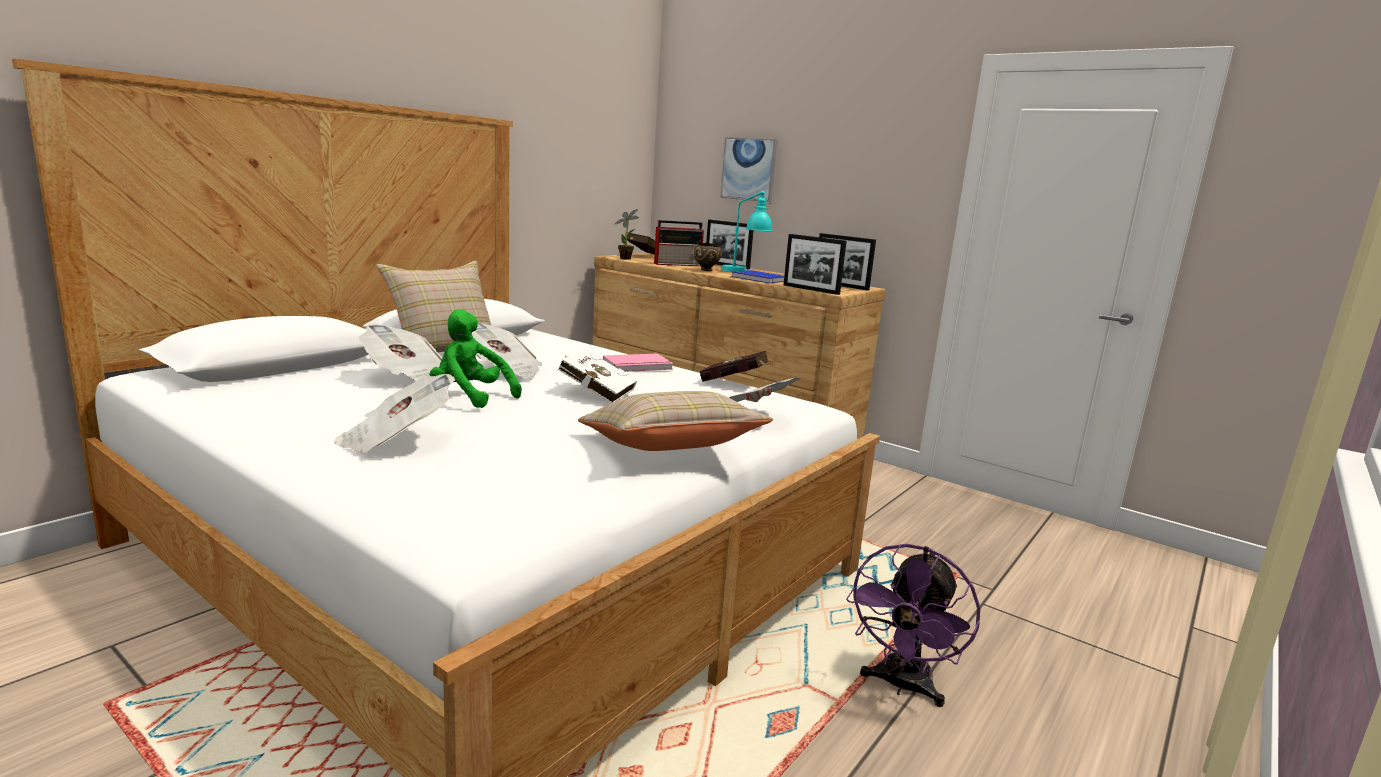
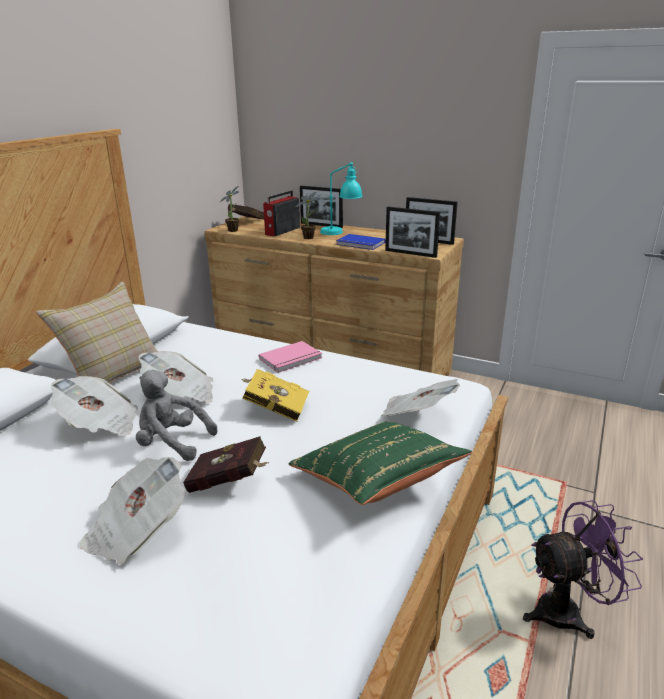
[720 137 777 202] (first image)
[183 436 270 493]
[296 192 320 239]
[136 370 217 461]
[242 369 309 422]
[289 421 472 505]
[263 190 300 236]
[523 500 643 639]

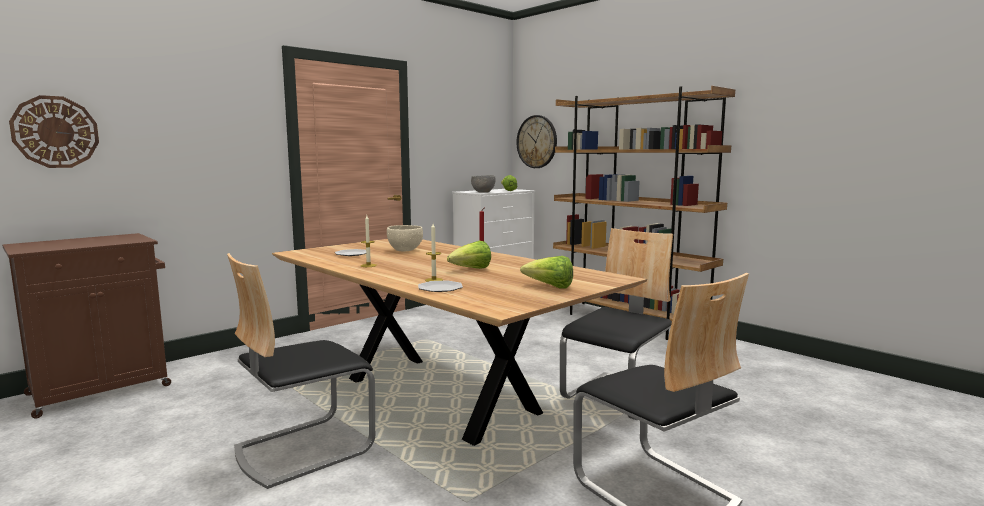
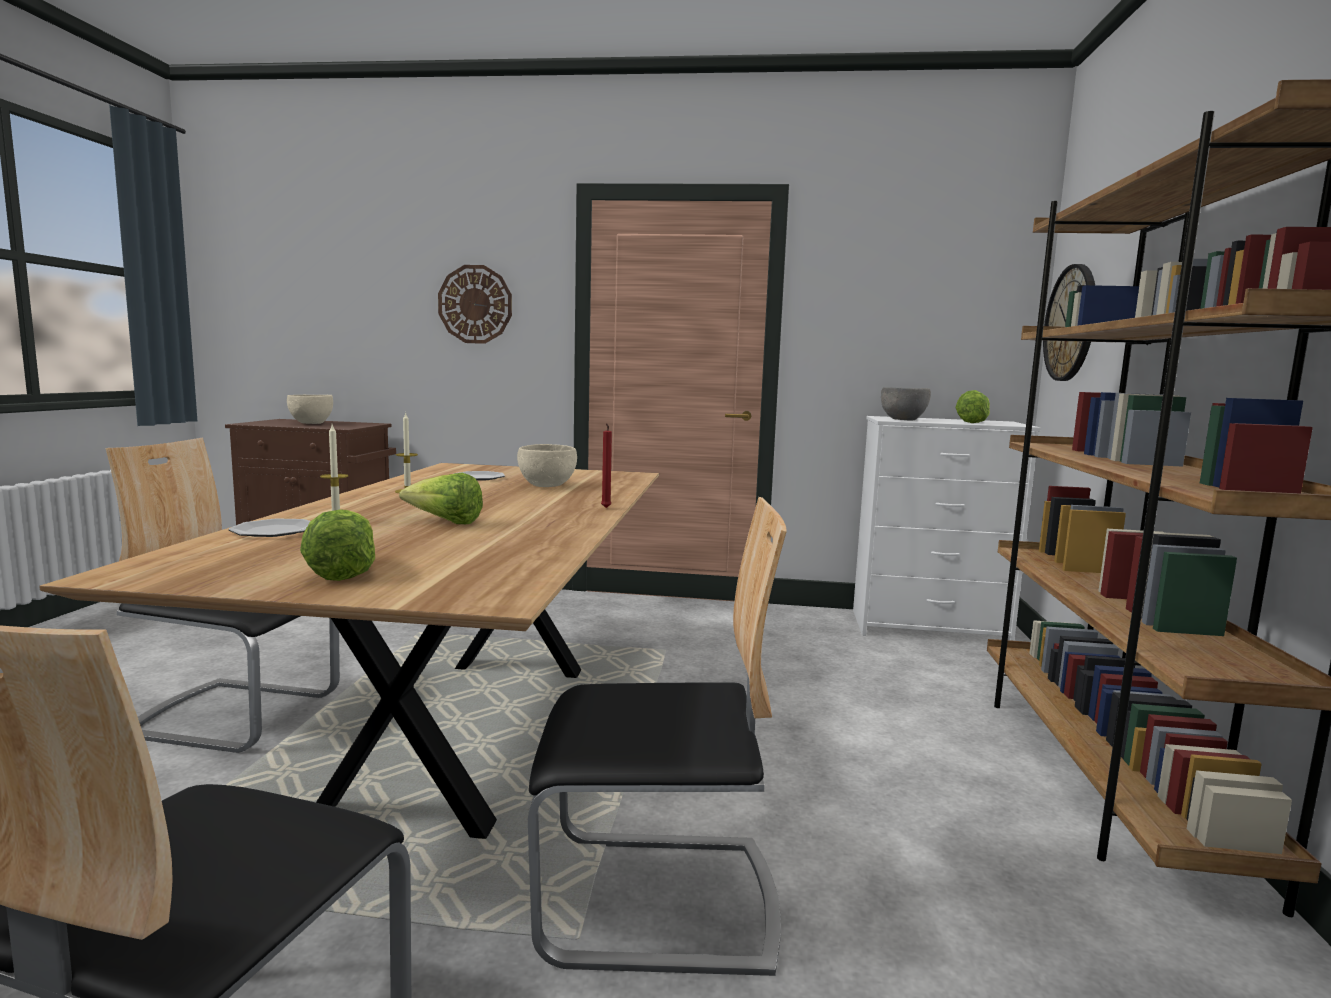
[287 395 333 424]
[438 265 512 344]

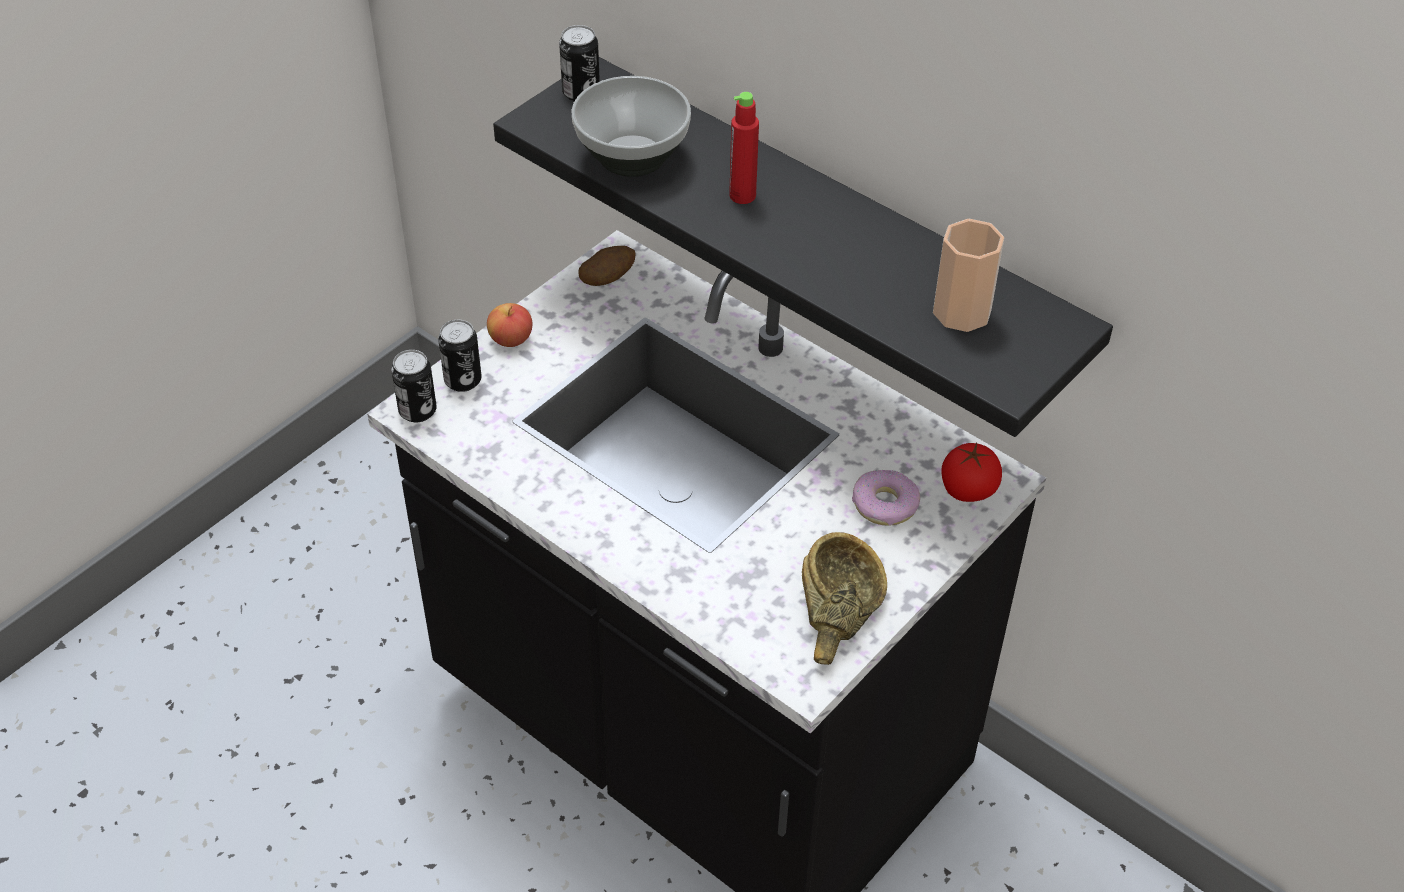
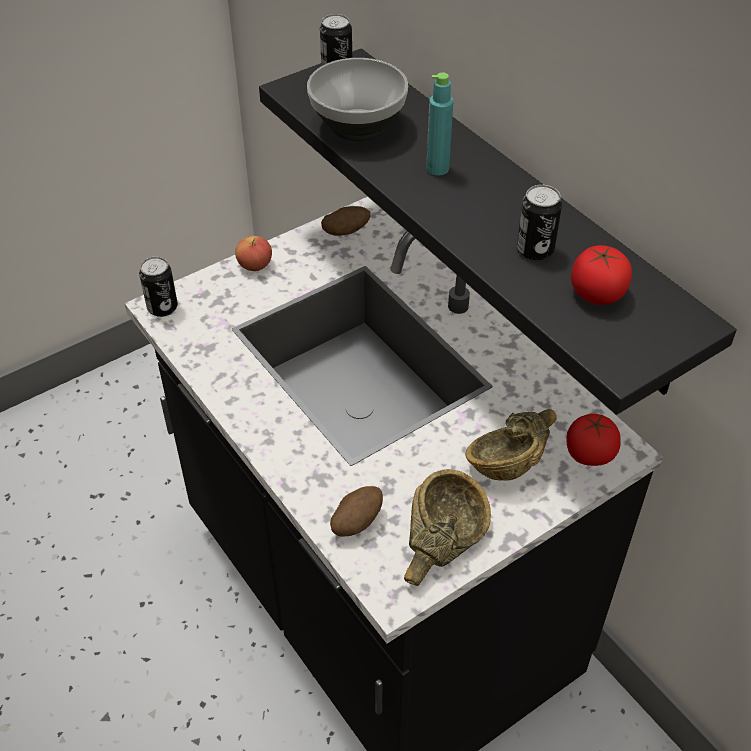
[330 486 383 537]
[517 185 562 260]
[465 409 557 481]
[571 245 632 305]
[426 73 454 176]

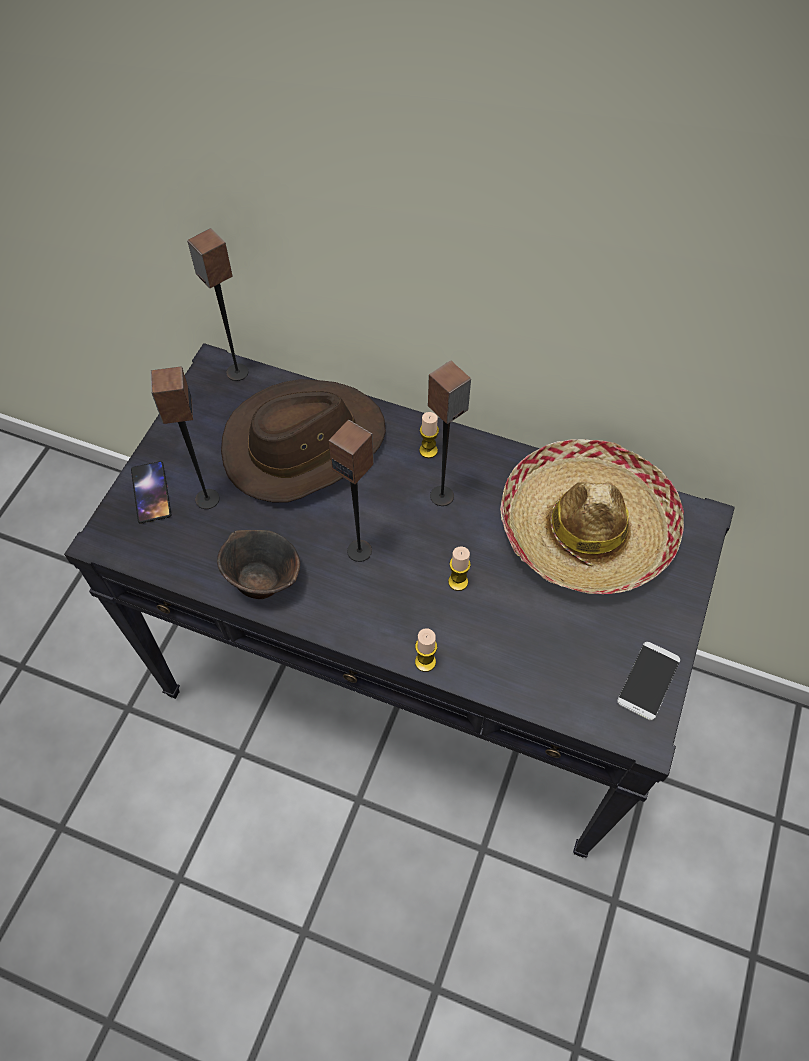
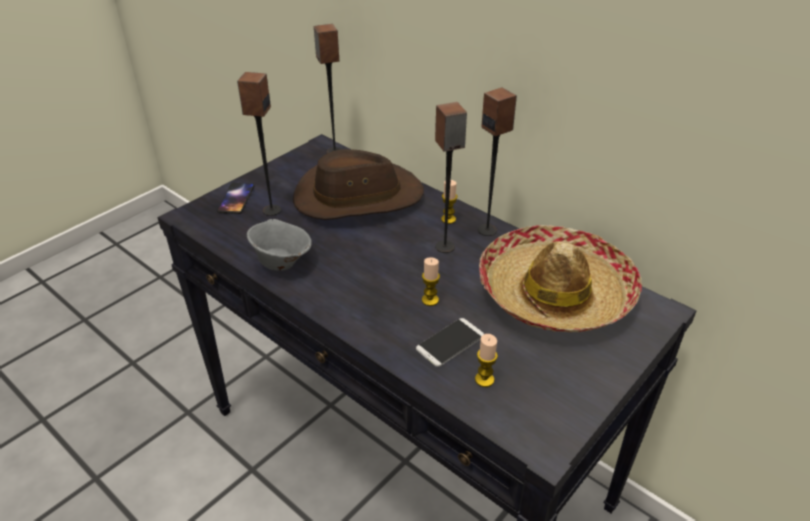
[478 87 517 236]
[475 334 498 387]
[416 318 484 367]
[247 219 312 271]

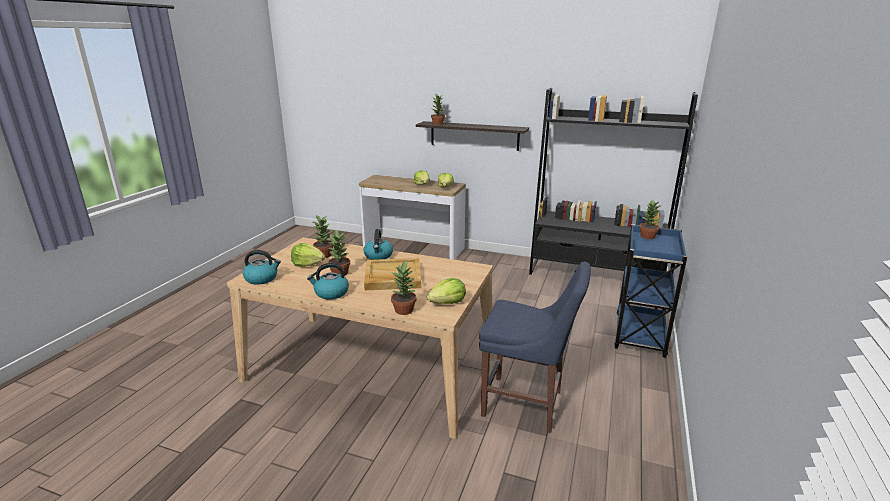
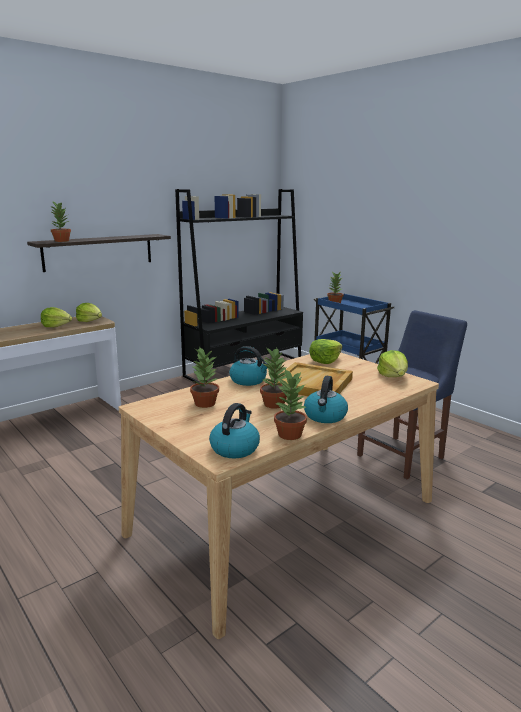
[309 339 342 364]
[274 369 307 440]

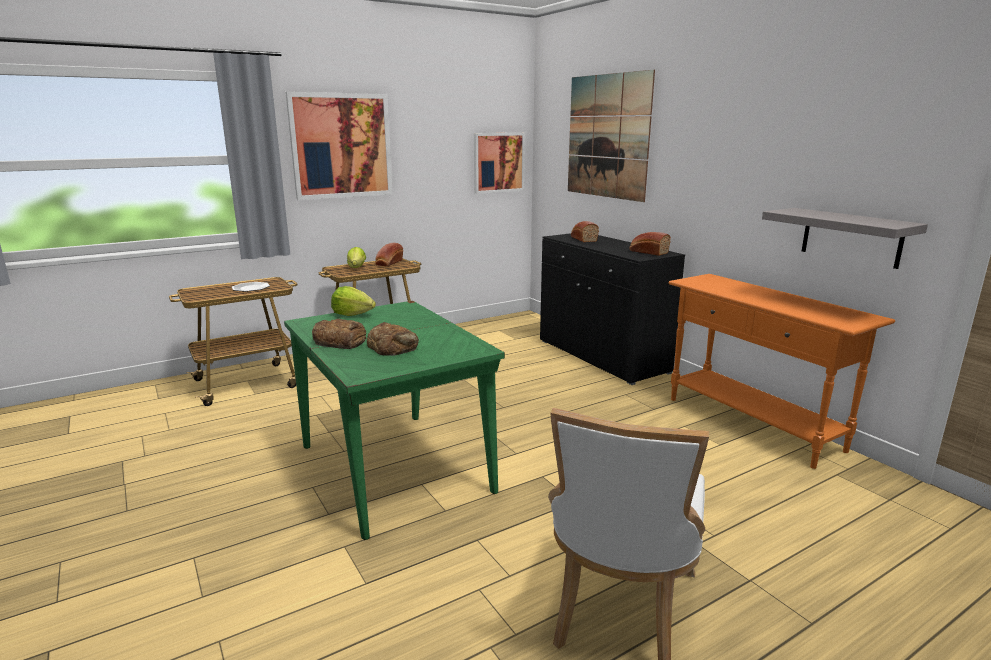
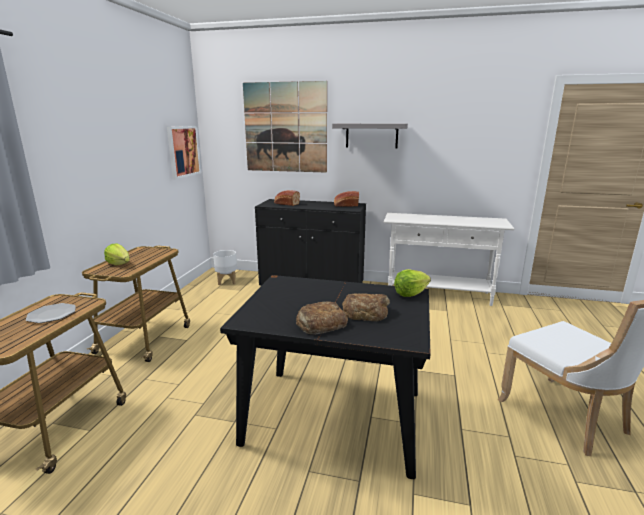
[286 92 393 200] (first image)
[375 243 403 266] (first image)
[213 250 237 285]
[394 269 431 297]
[332 123 408 148]
[220 275 431 479]
[384 213 514 306]

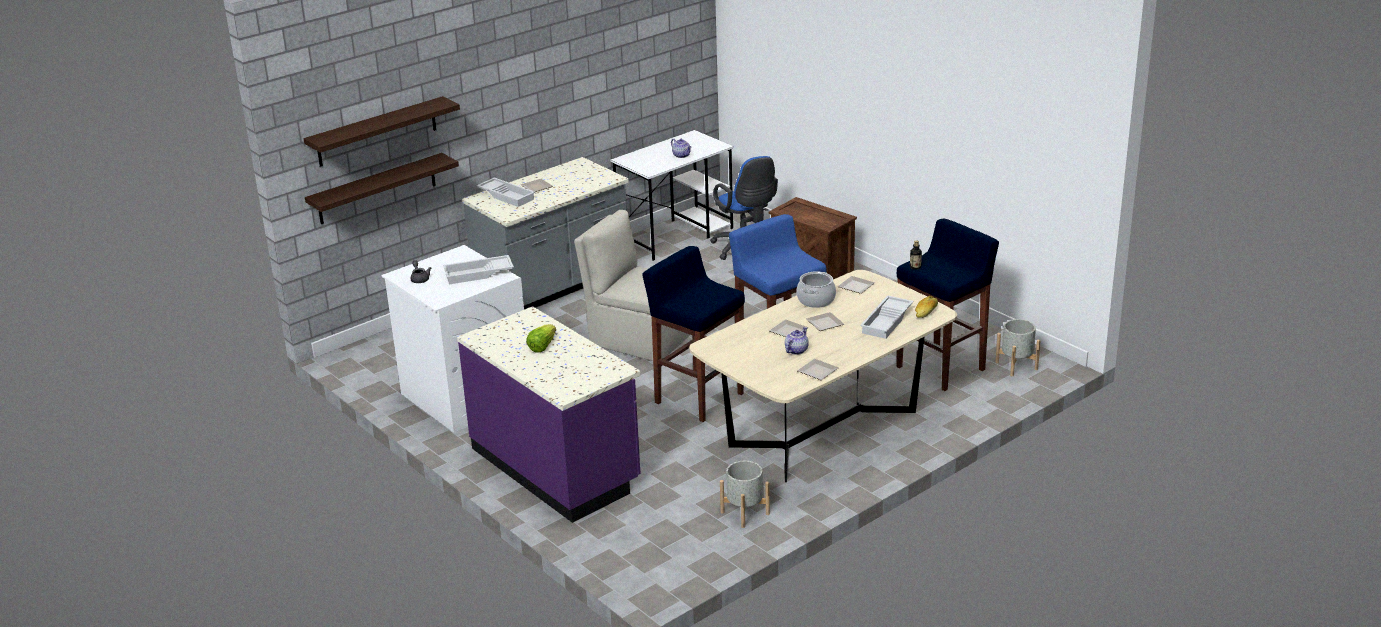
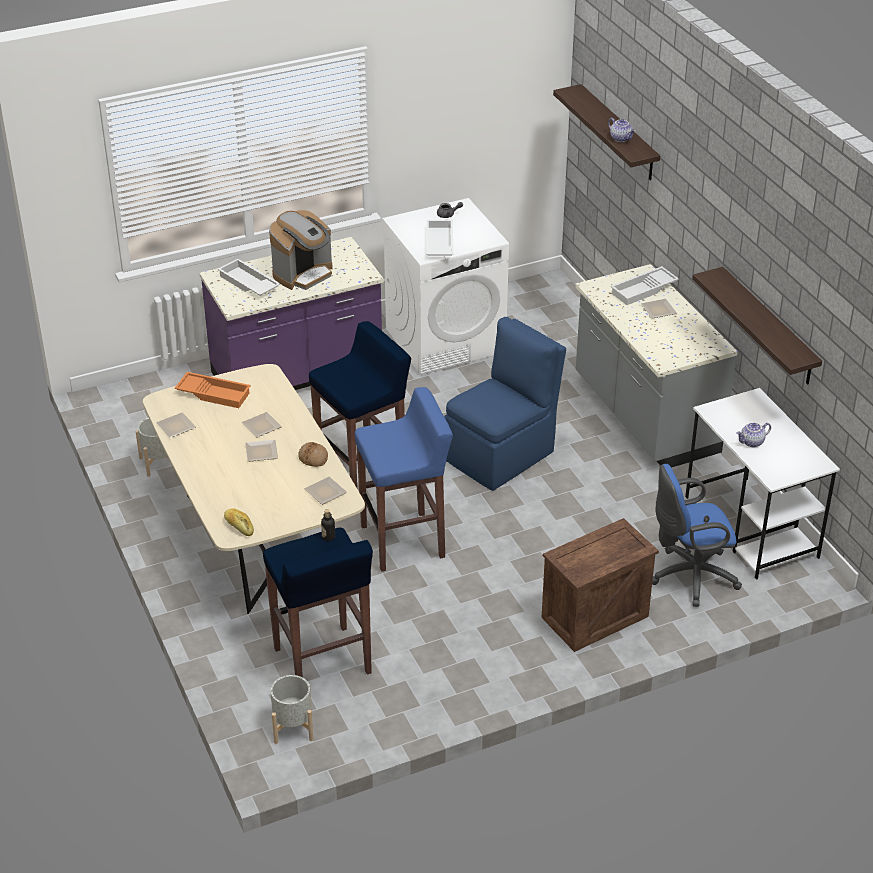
[175 372 251 408]
[692 267 822 384]
[608 118 636 142]
[217 259 280 296]
[269 210 332 290]
[298 442 328 467]
[444 317 566 491]

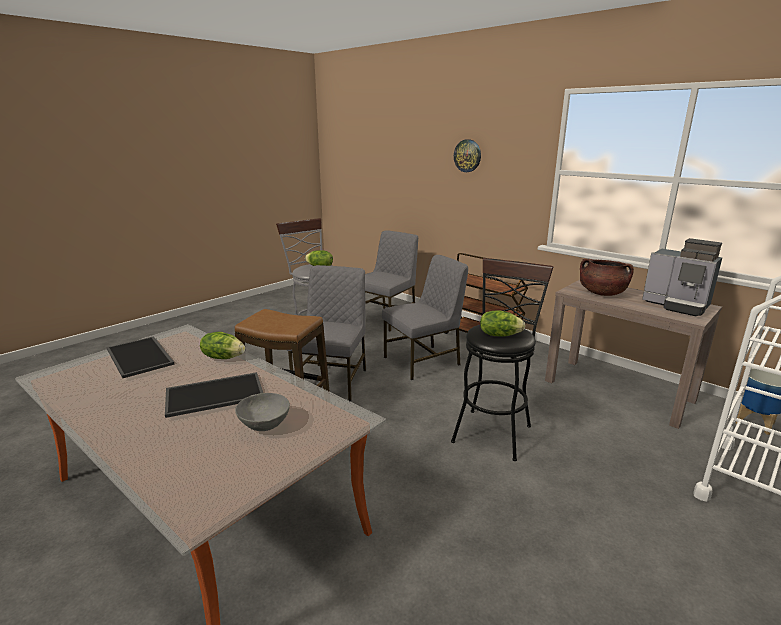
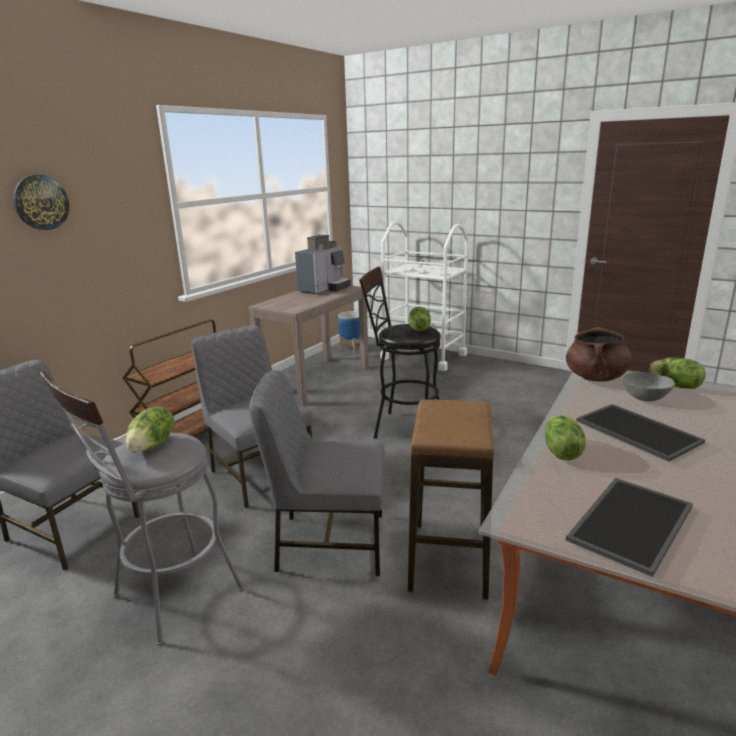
[649 358 706 389]
[566 327 632 381]

